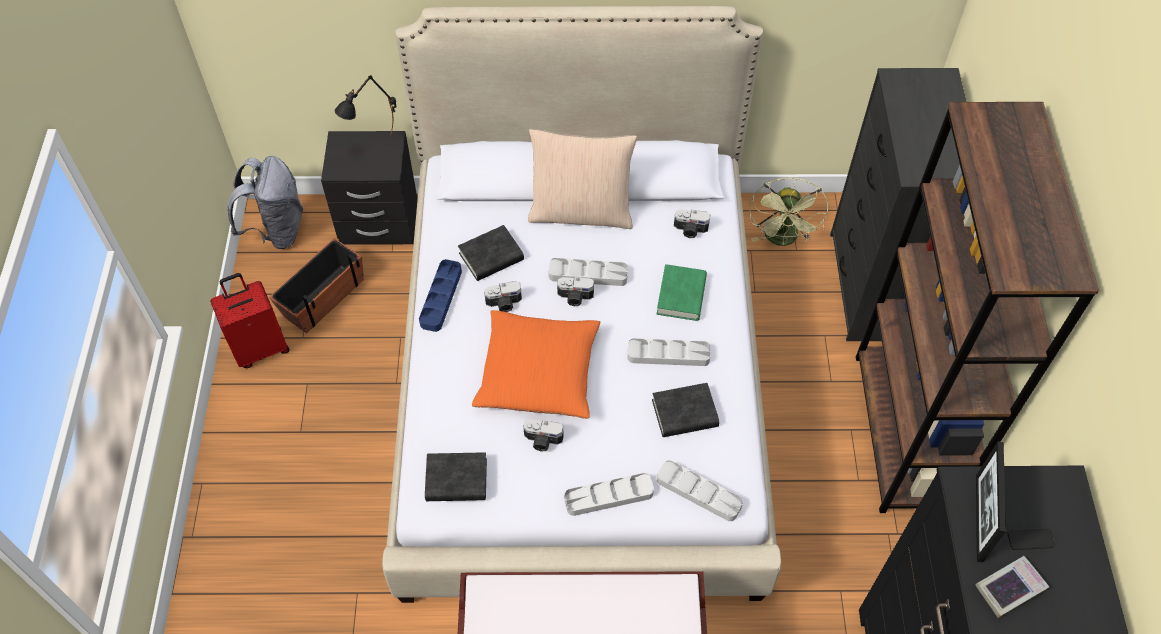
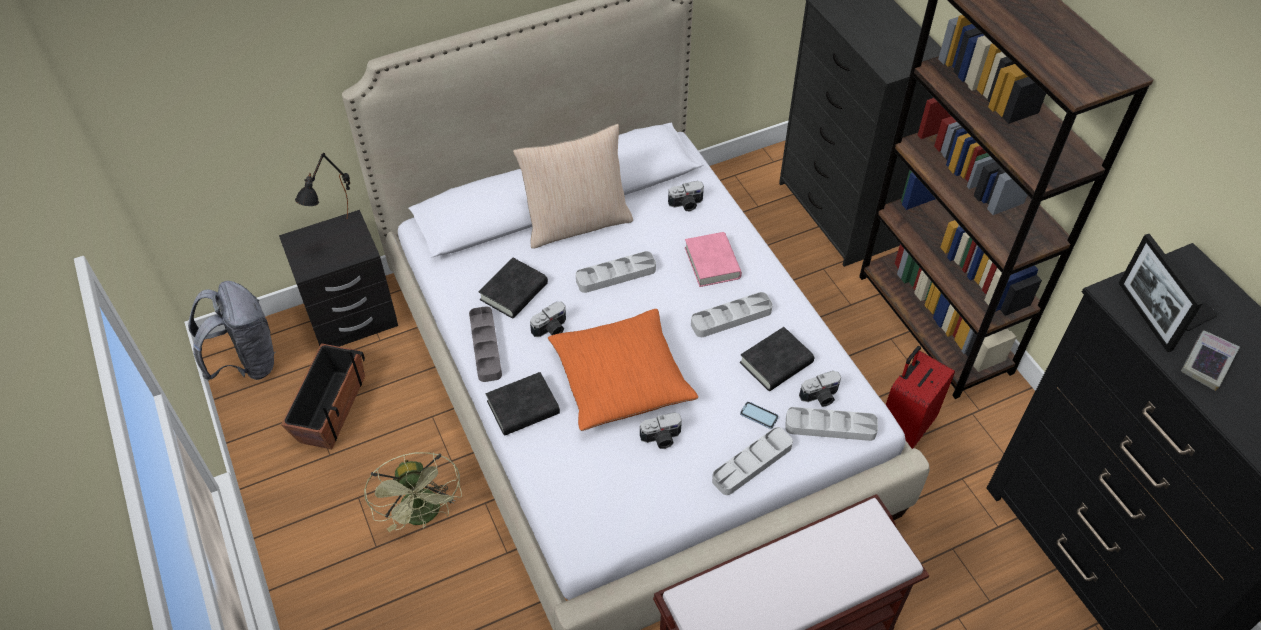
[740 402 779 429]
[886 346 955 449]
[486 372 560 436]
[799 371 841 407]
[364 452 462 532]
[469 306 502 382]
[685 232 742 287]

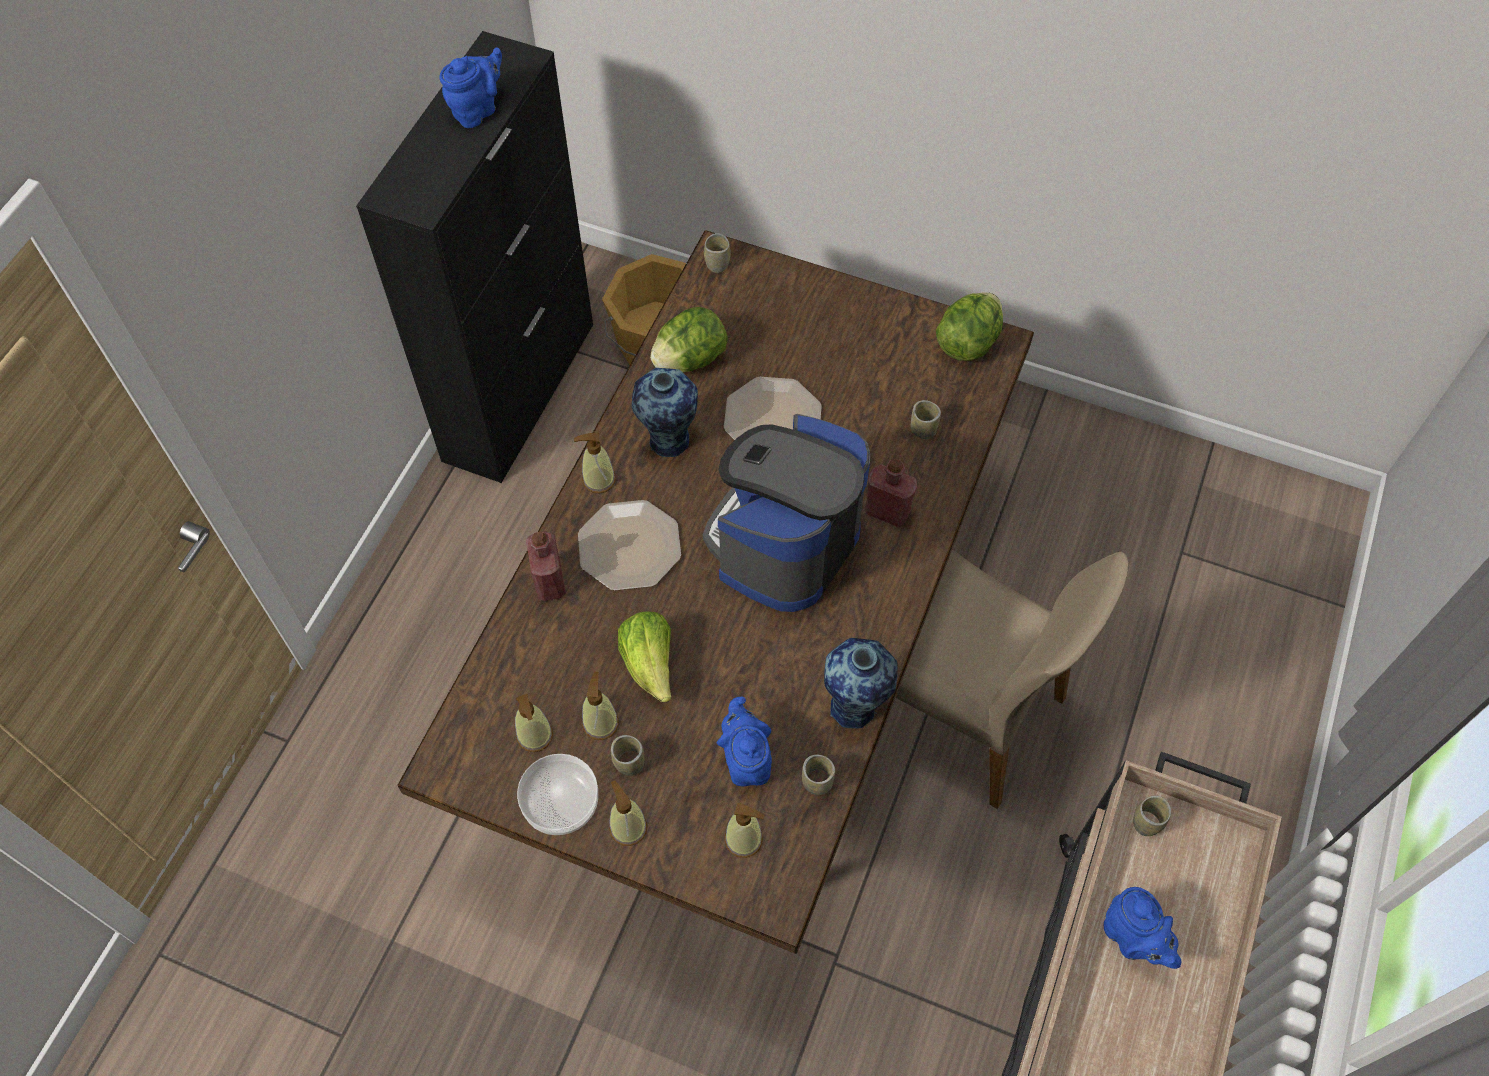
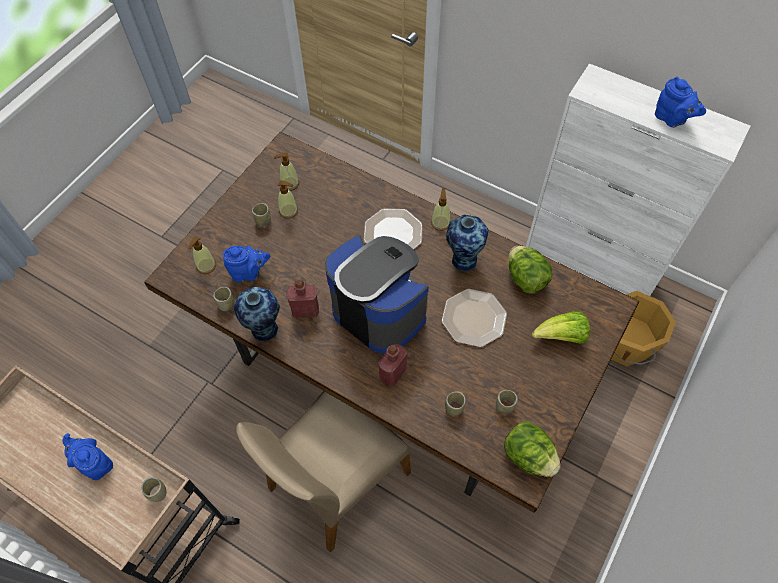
[517 754 598 835] (first image)
[609 781 648 846] (first image)
[286 280 319 318]
[532 311 590 344]
[496 390 518 414]
[526 63 750 296]
[62 433 113 480]

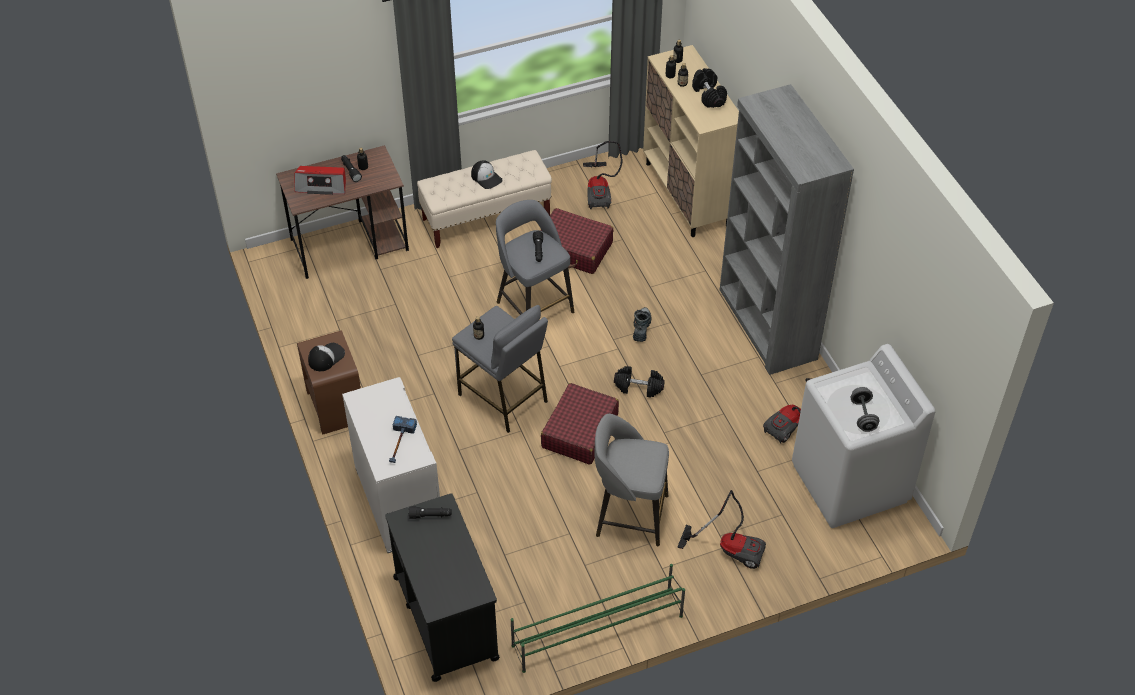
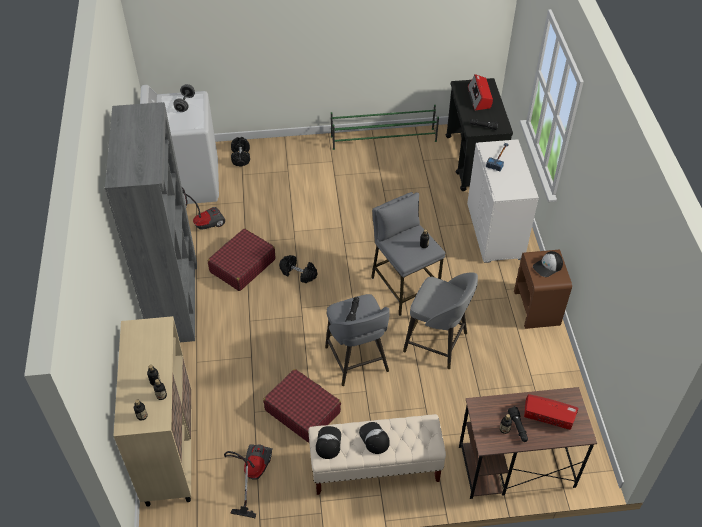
[633 307 652 342] (first image)
[677 490 766 569] (first image)
[316 426 341 459]
[468 74 493 111]
[208 228 276 291]
[403 272 478 369]
[231 137 250 167]

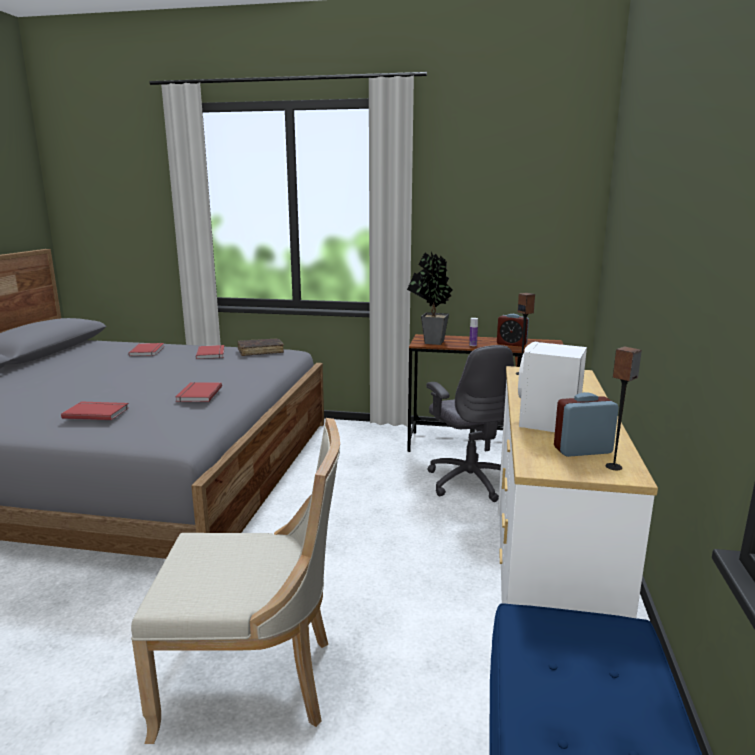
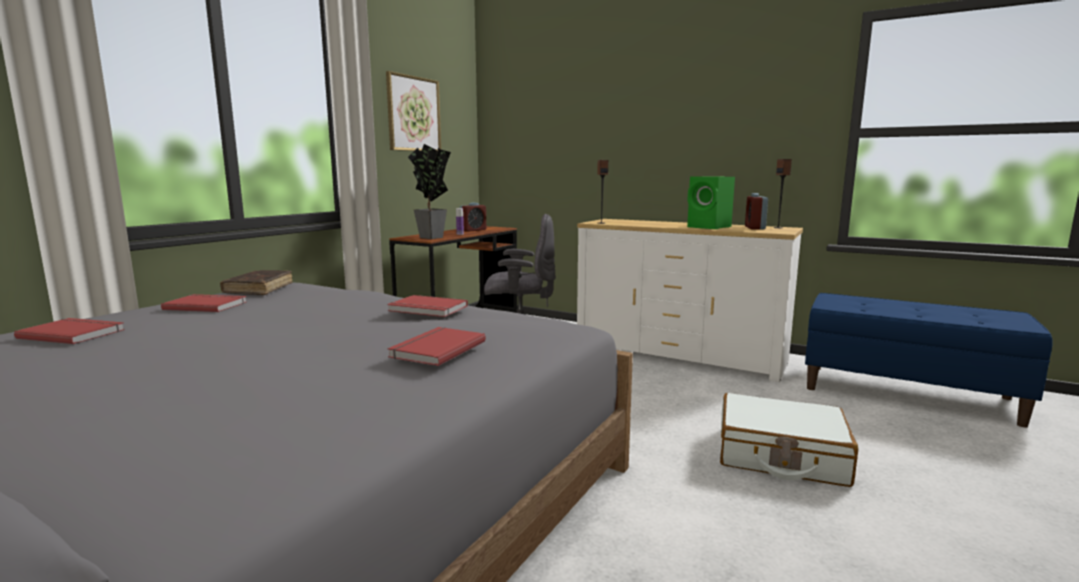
[386 71 441 151]
[720 393 858 487]
[687 176 735 229]

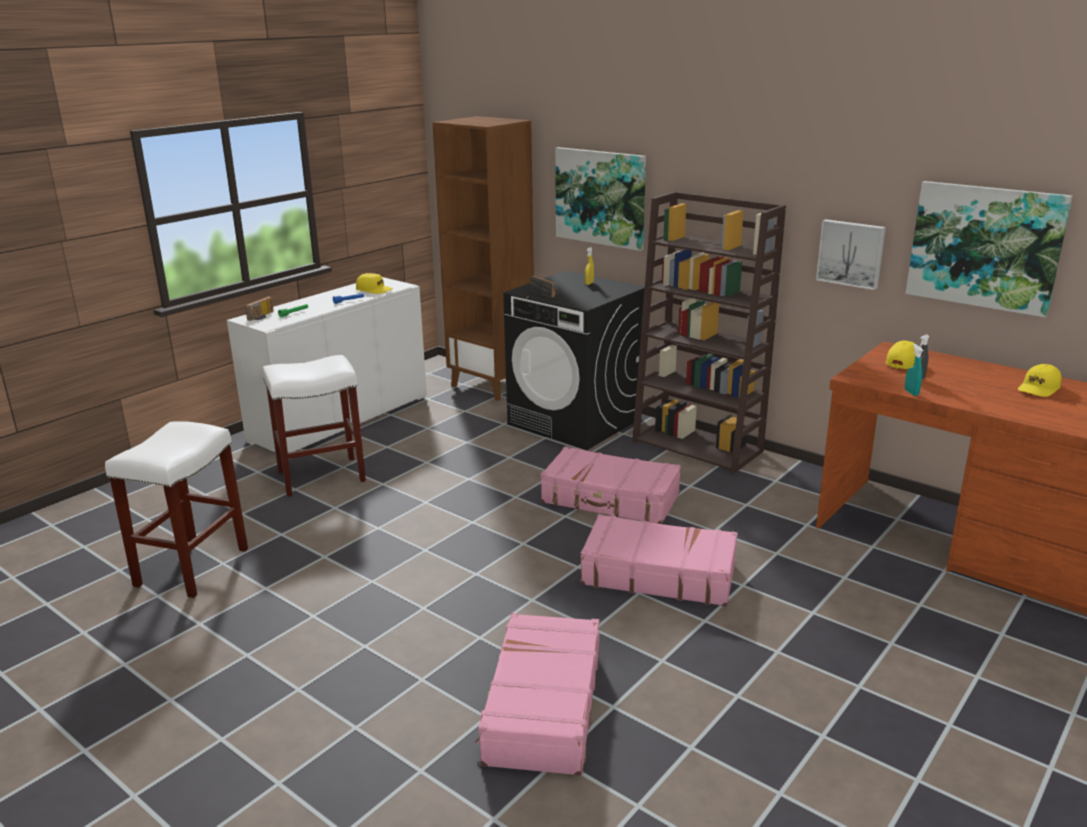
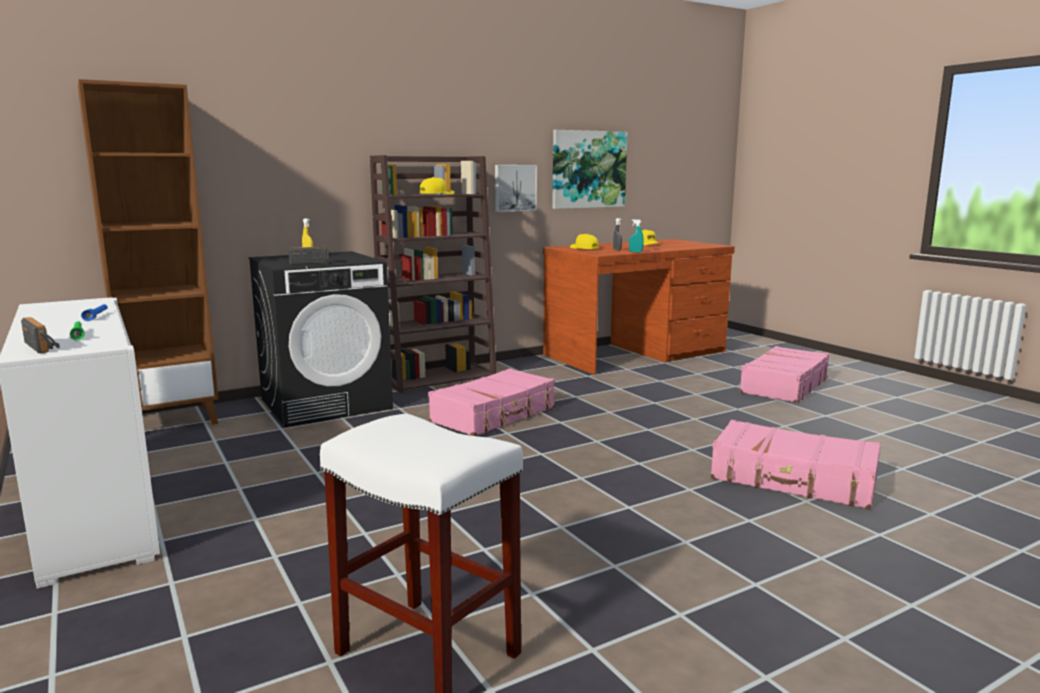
[262 355 366 496] (first image)
[555 147 646 251] (first image)
[419 177 455 194]
[739 346 830 403]

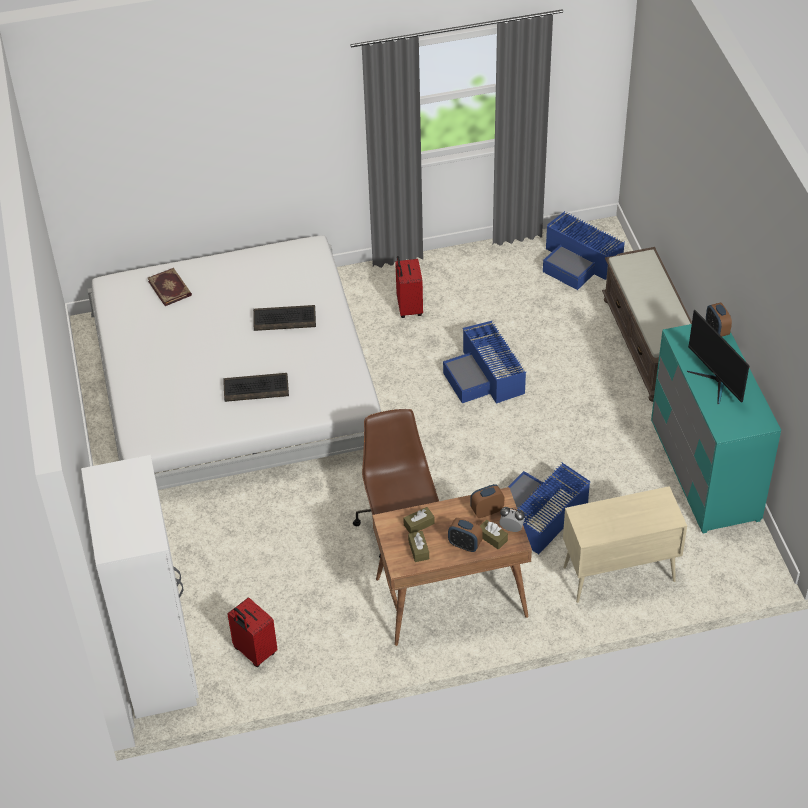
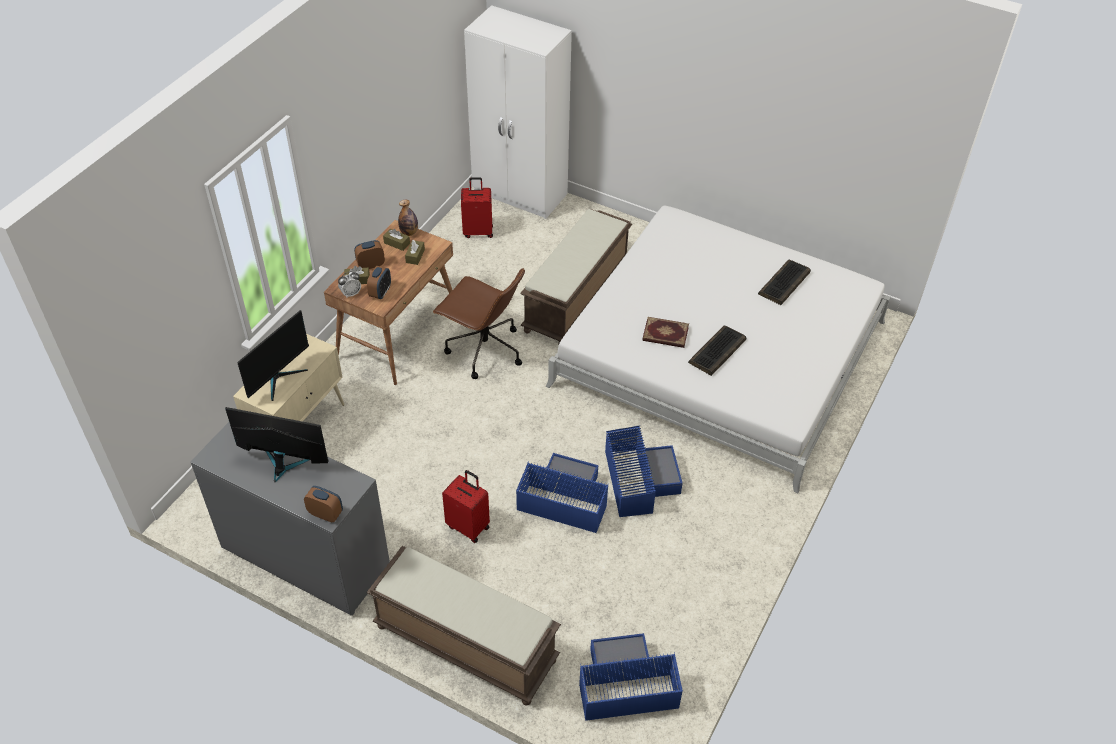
[237 310 309 401]
[398 200 418 236]
[520 209 632 345]
[642 317 689 348]
[758 260 811 305]
[442 470 490 543]
[605 425 683 517]
[191 422 390 616]

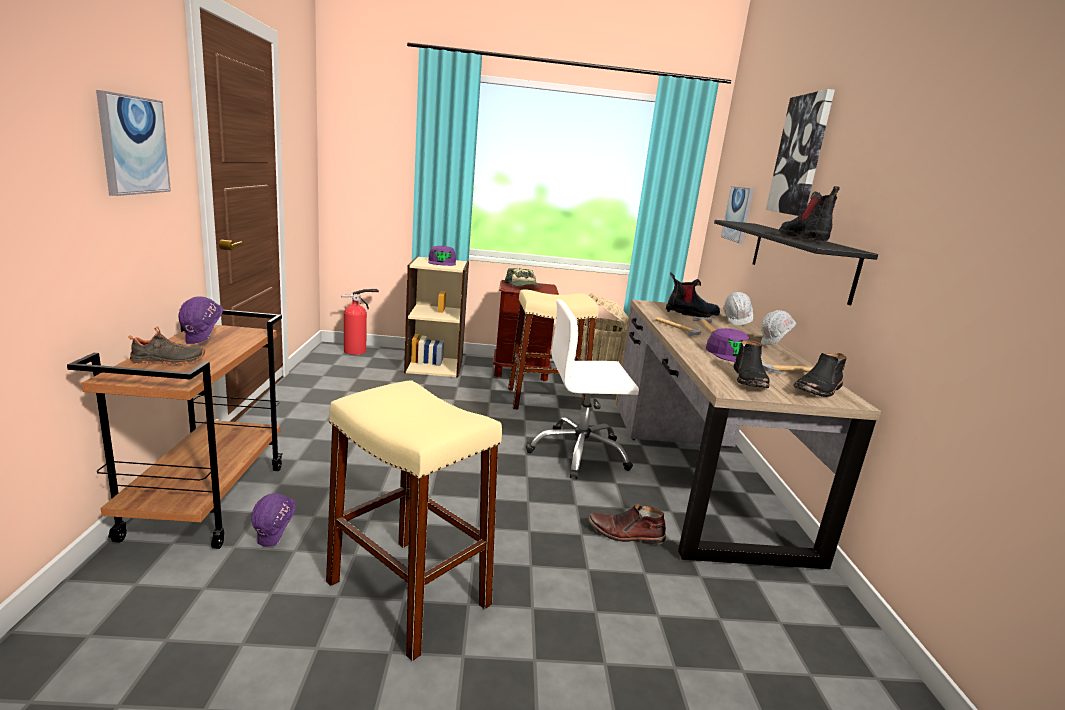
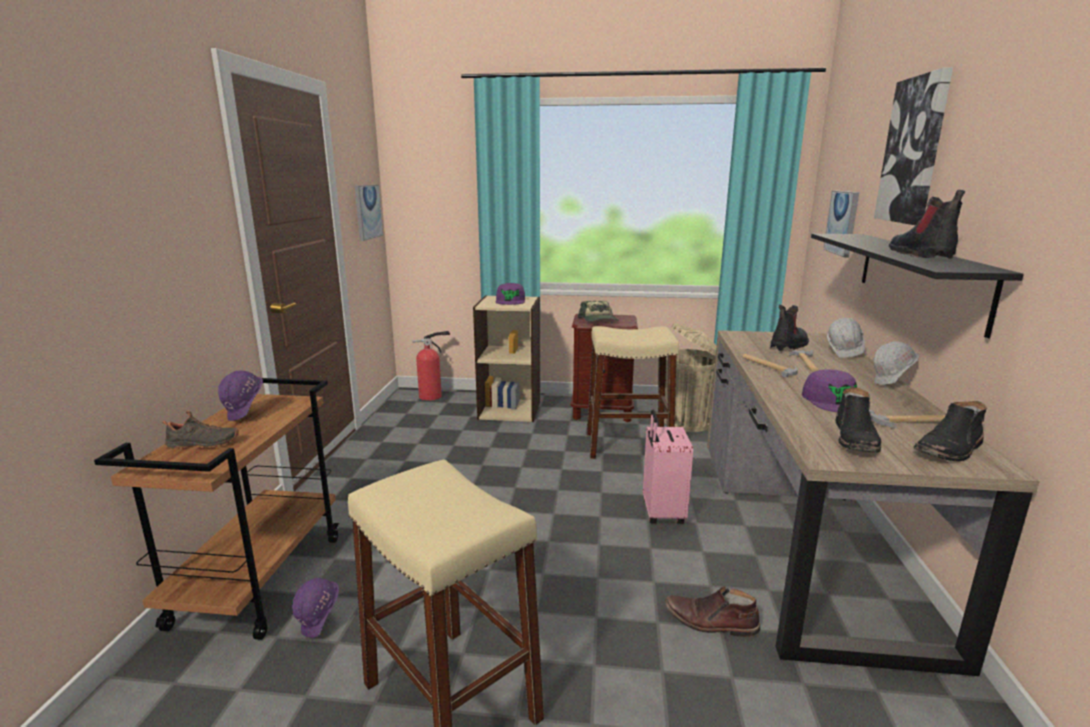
[355 185 383 241]
[643 410 693 524]
[770 305 809 351]

